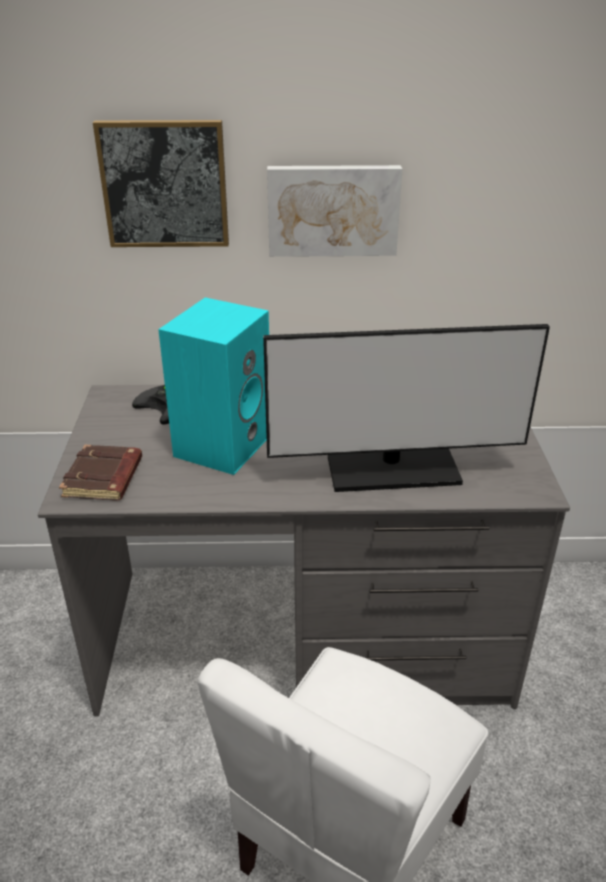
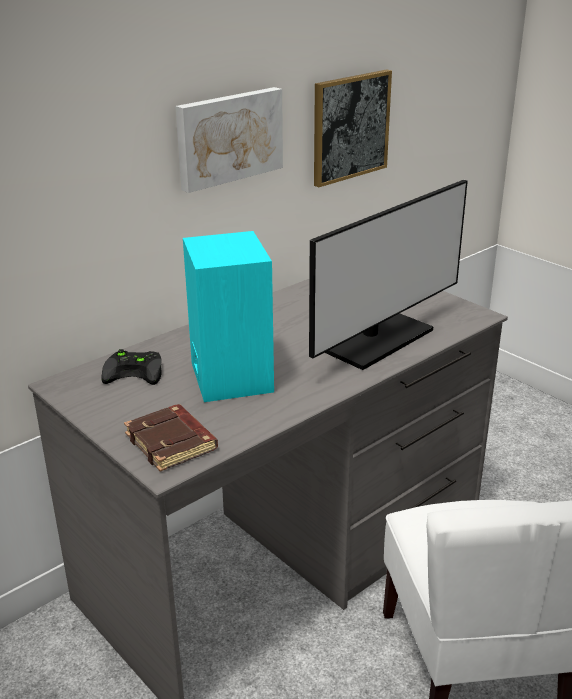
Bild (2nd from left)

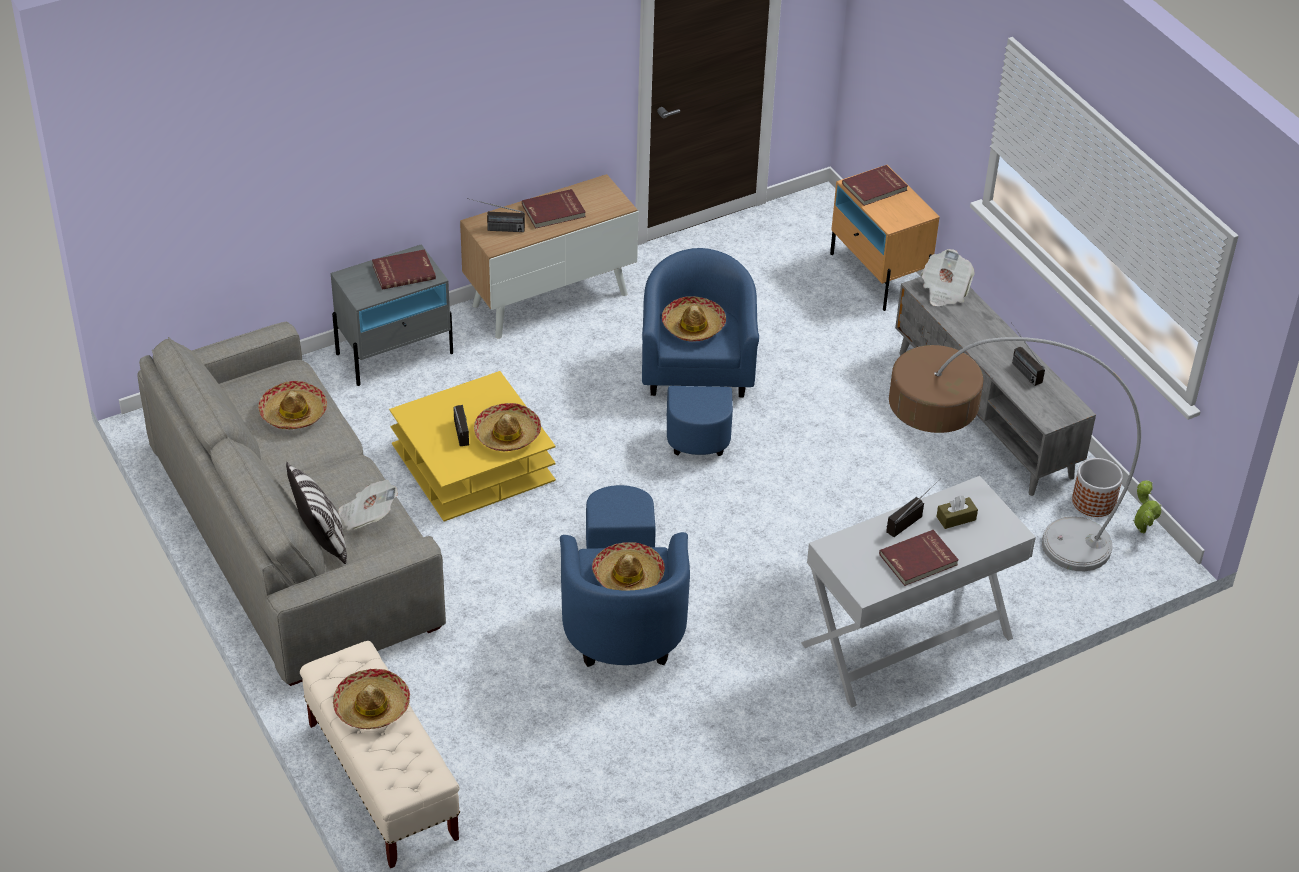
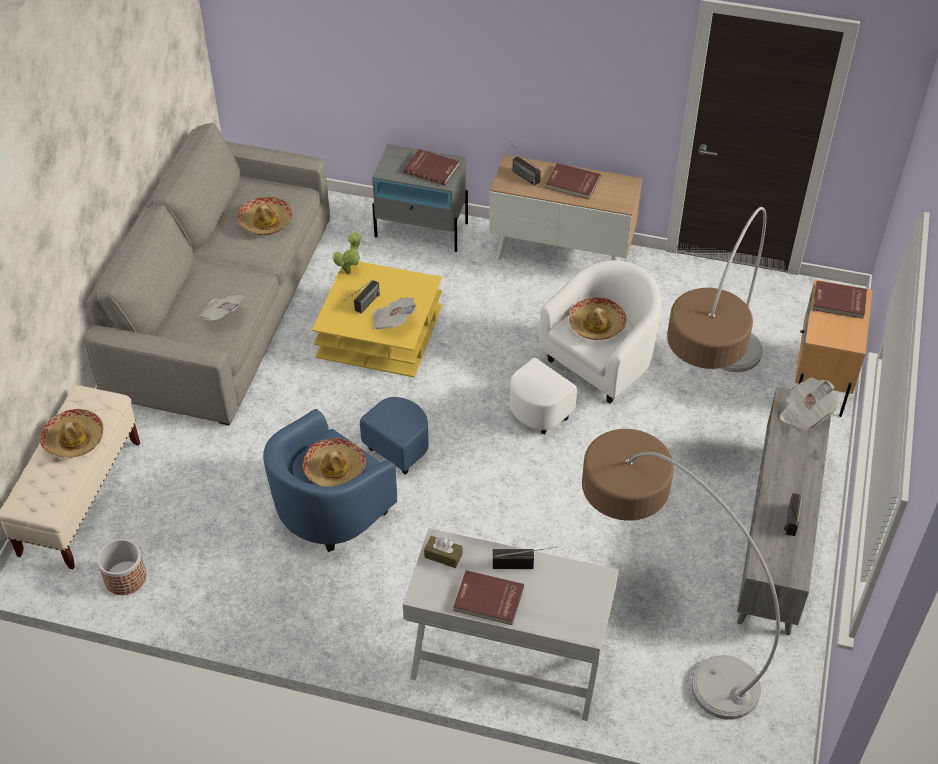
Sessel [weiß]
Zeitung (2nd from left)
Pflanzkübel
Kissen
Topfpflanze
Taschentuchbox [braun]
Stehlampe (2nd from left)

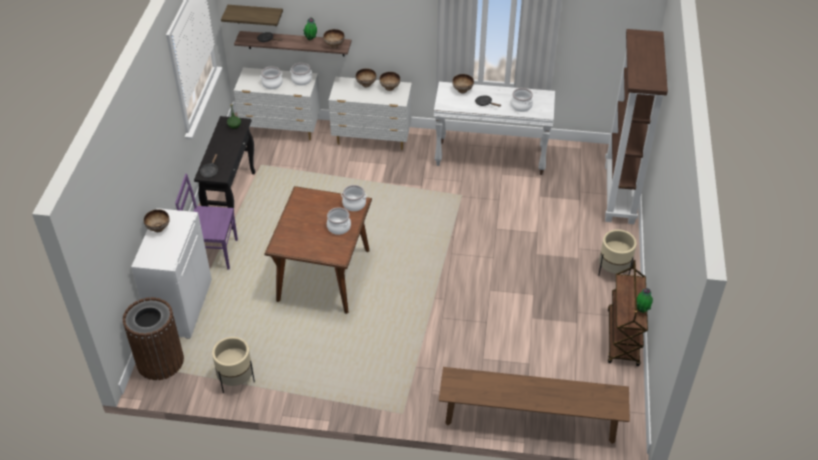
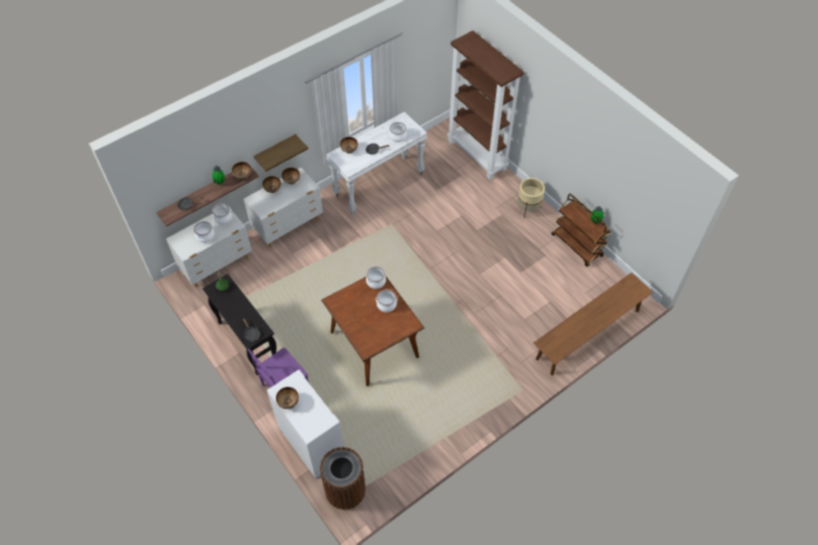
Wandregal (2nd from left)
Pflanzkübel [beige] (1st from left in the first image)

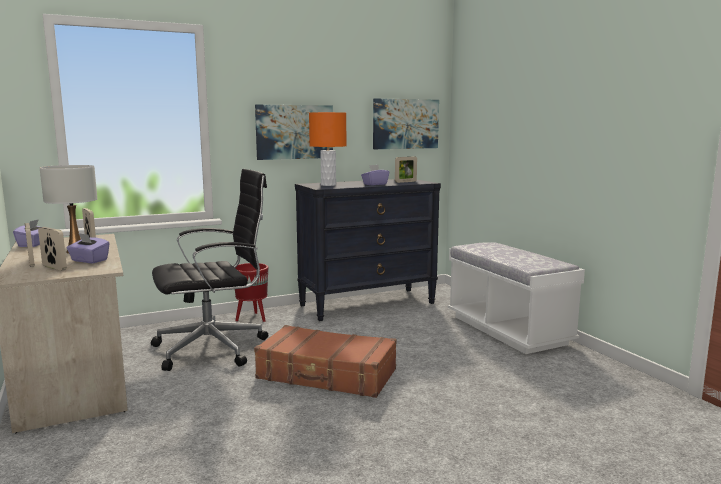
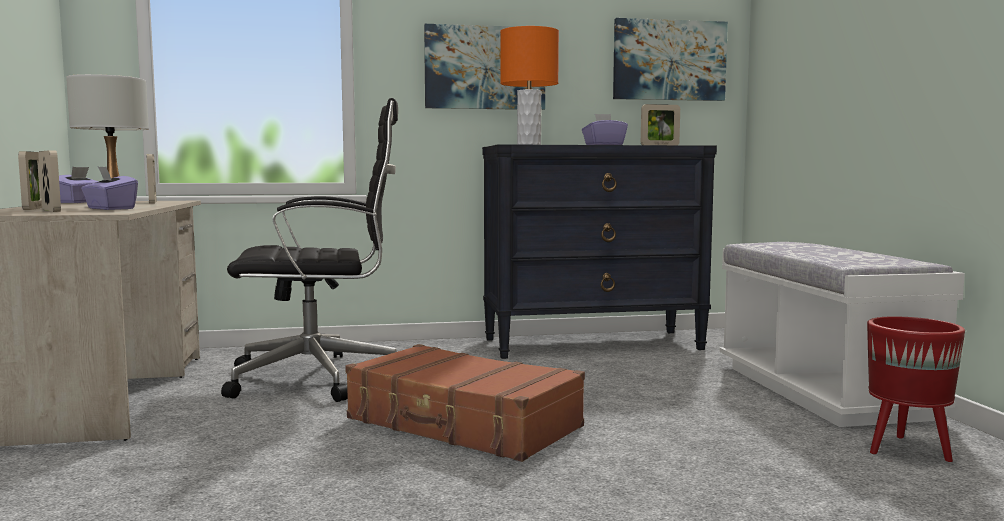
Pflanzkübel [rot]

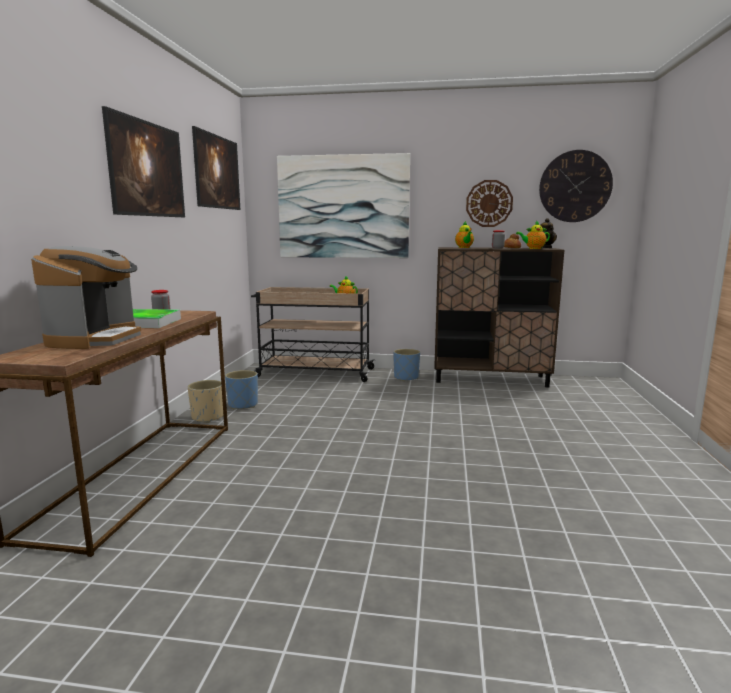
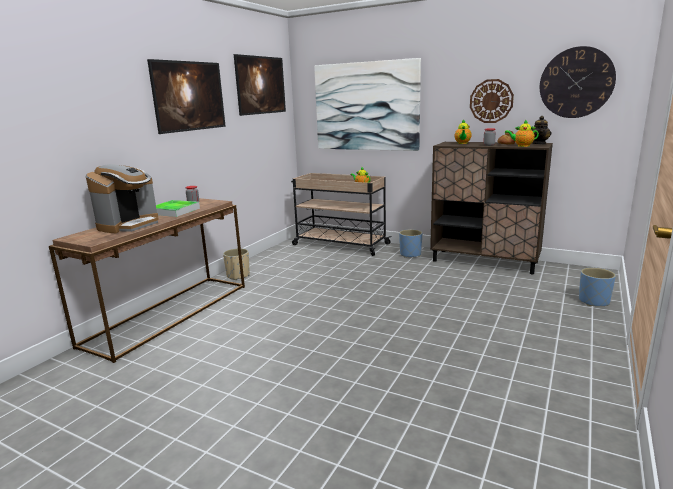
Pflanzkübel [blau] (2nd from left)

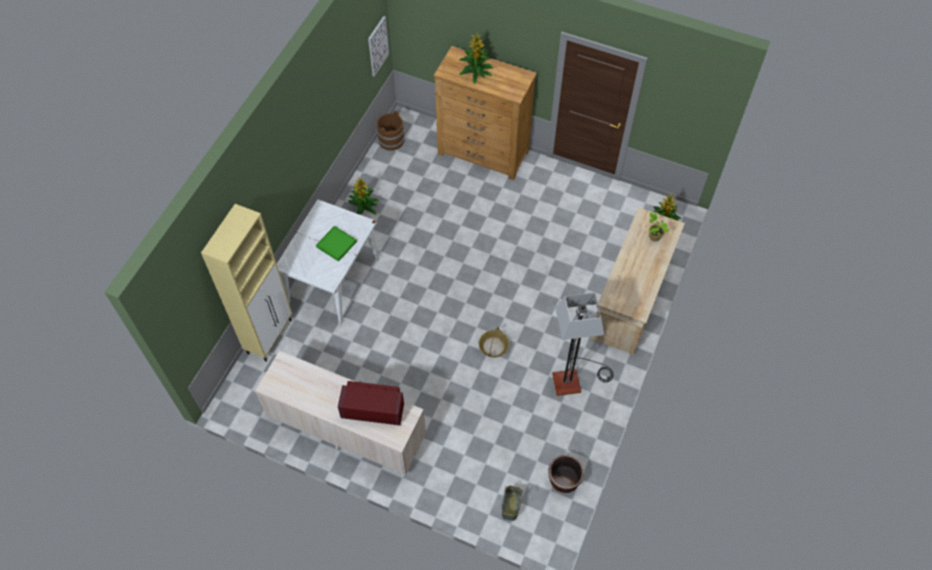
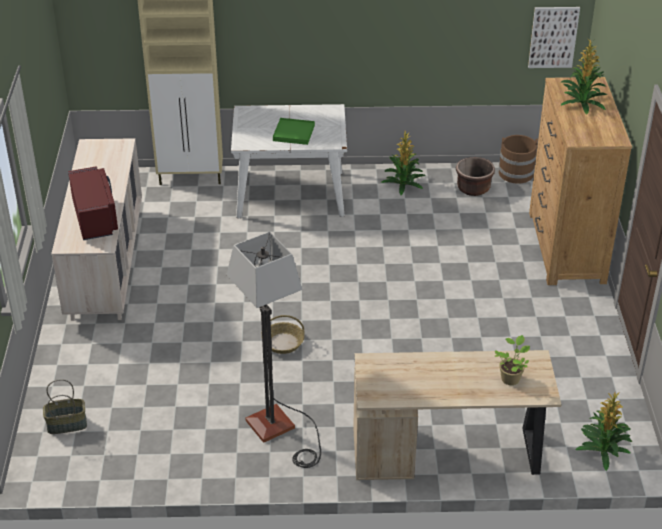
Pflanzkübel [braun]

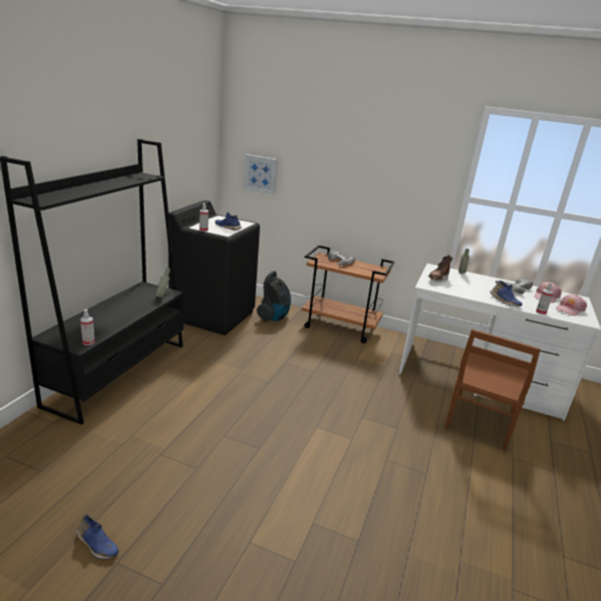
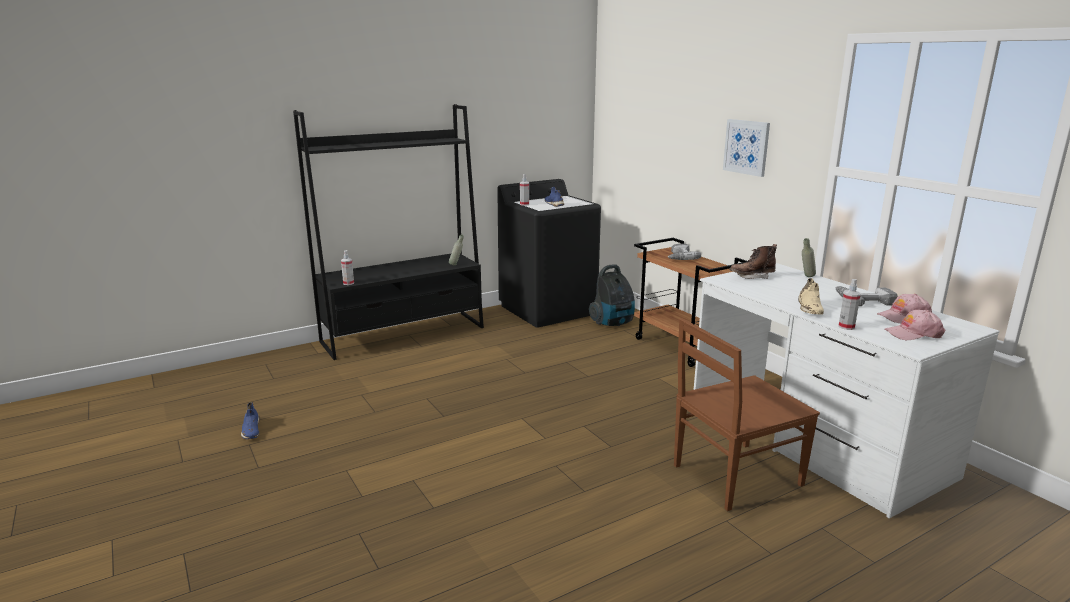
Bild
Schuh [beige]

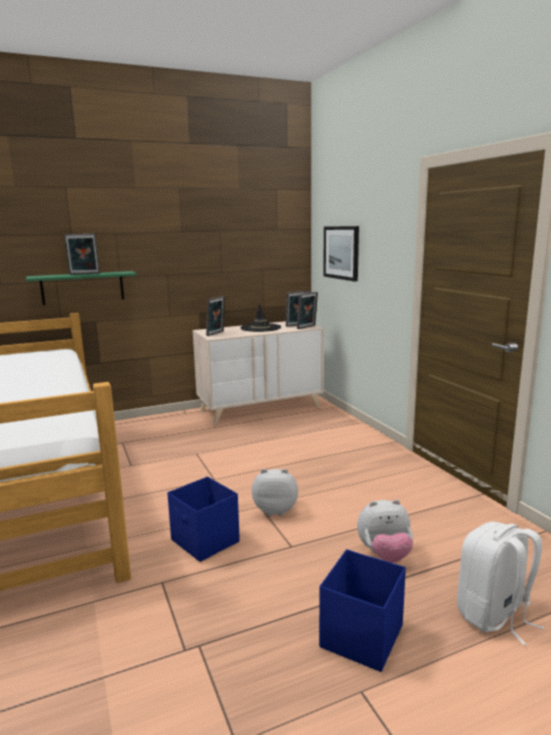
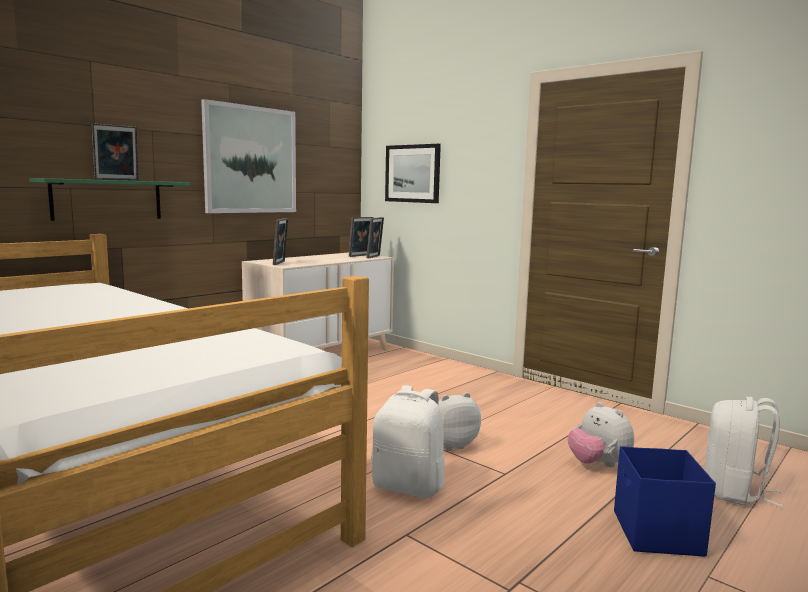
Hut [schwarz]
Rucksack [weiß] (1st from left)
Plüschtier (2nd from left)
Bild (1st from left)

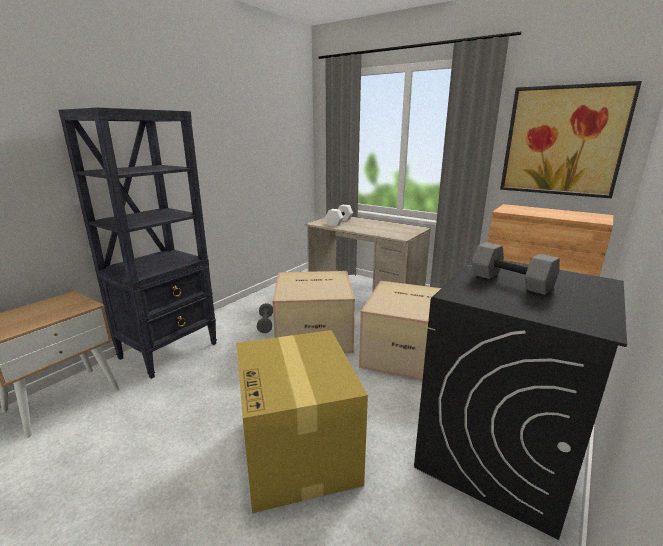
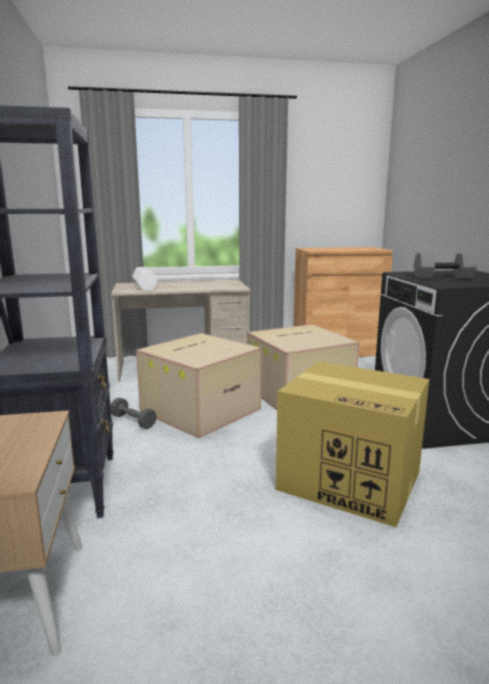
Bild

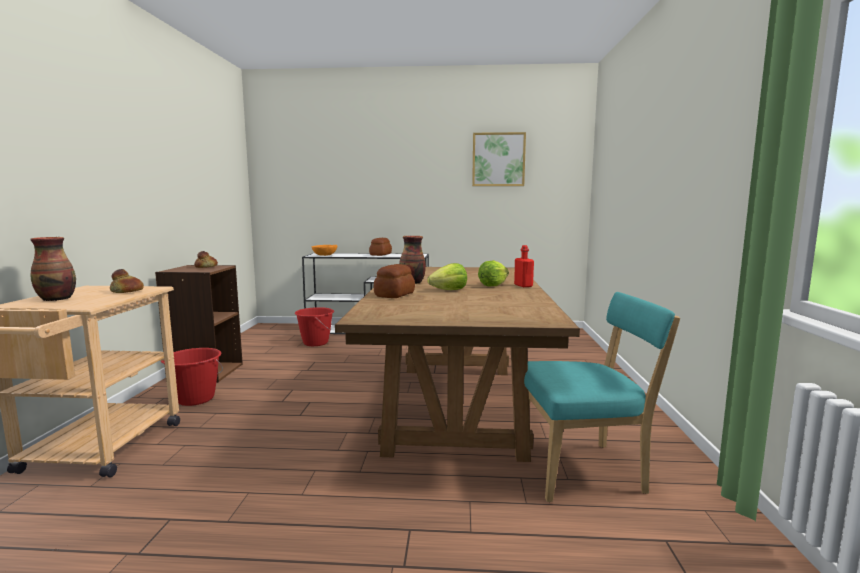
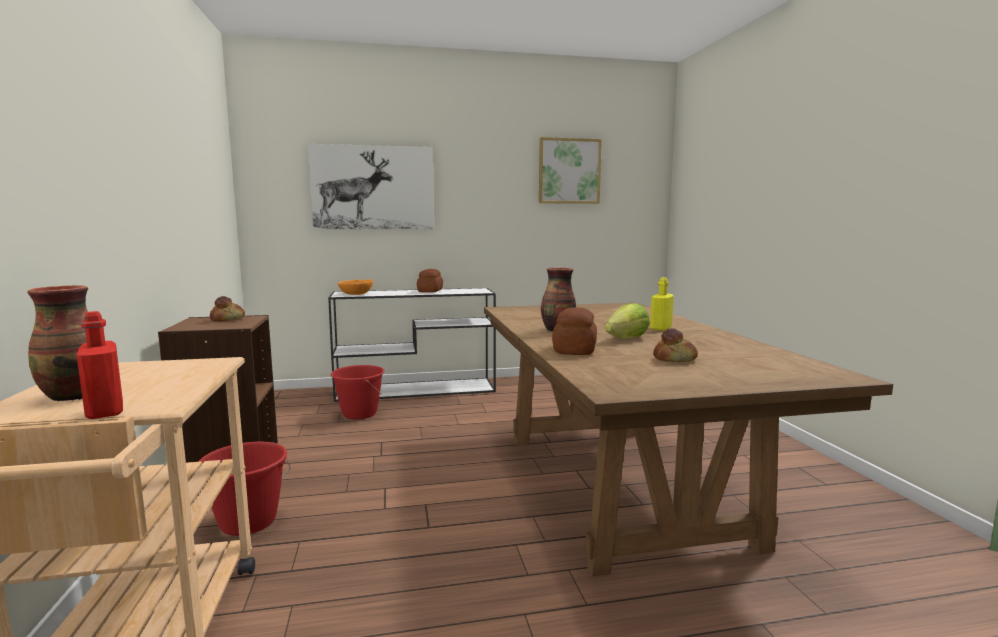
Flasche [rot]
Flasche [gelb]
Brot (4th from left)
Stuhl [türkis]
Bild (1st from left)

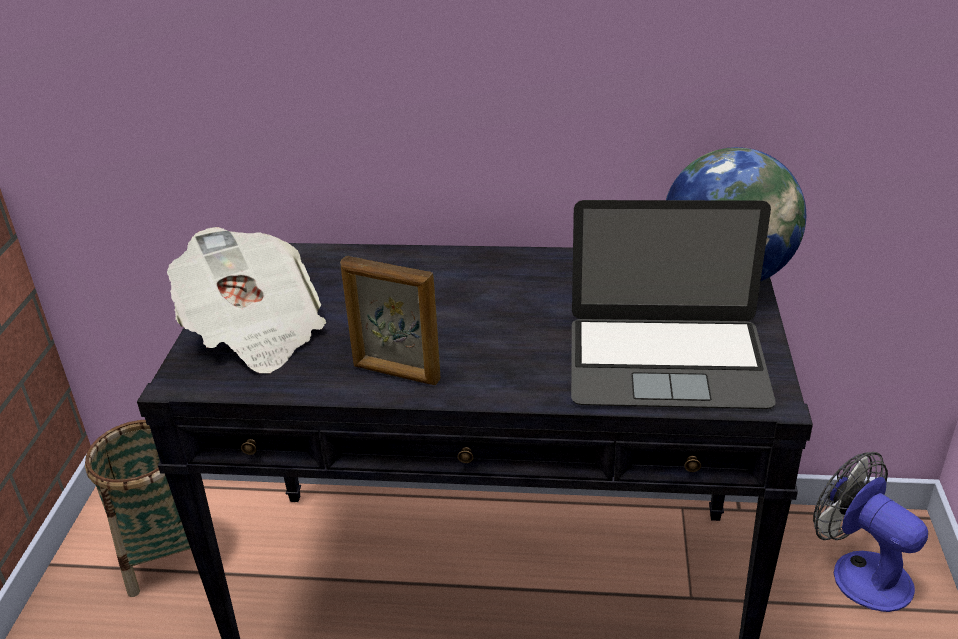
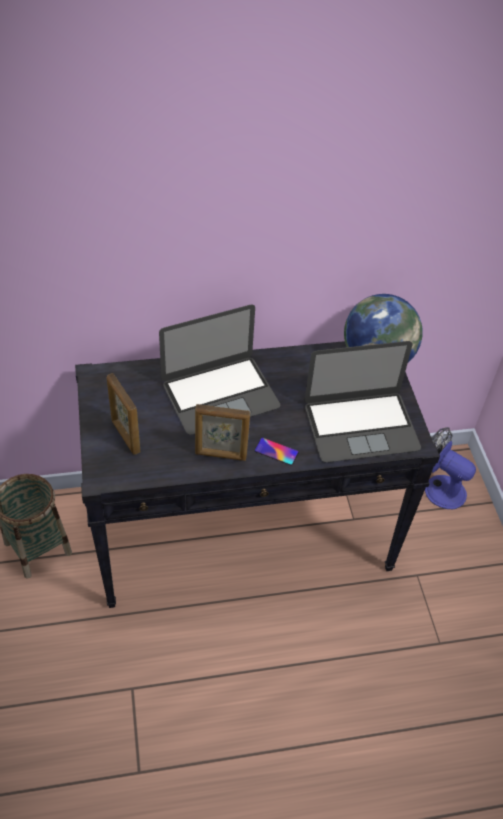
Bilderrahmen (1st from left)
Laptop (1st from left)
Handy

